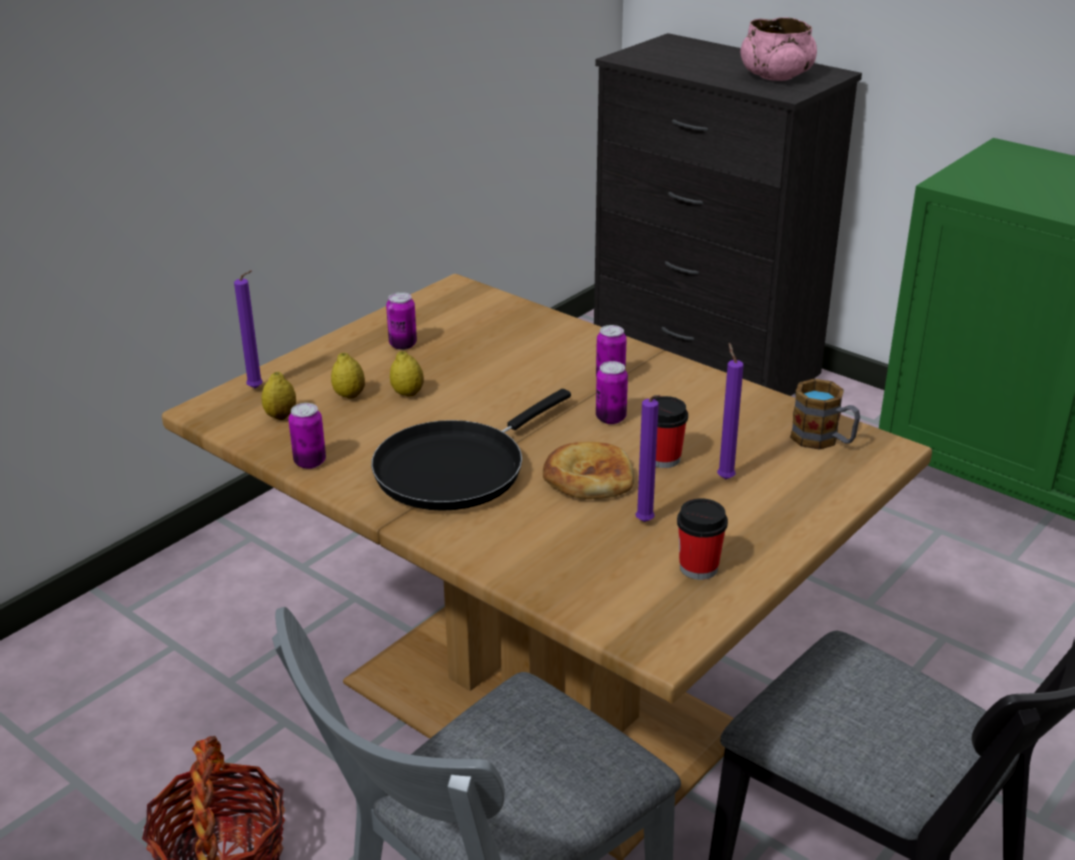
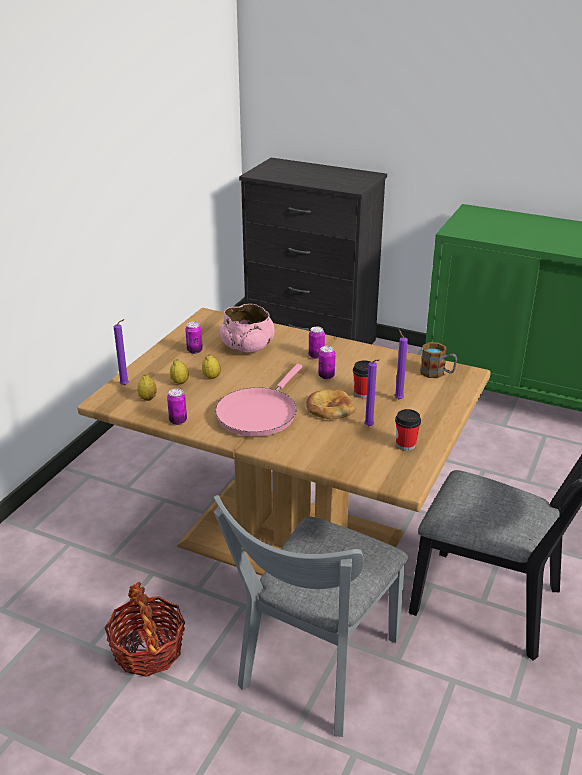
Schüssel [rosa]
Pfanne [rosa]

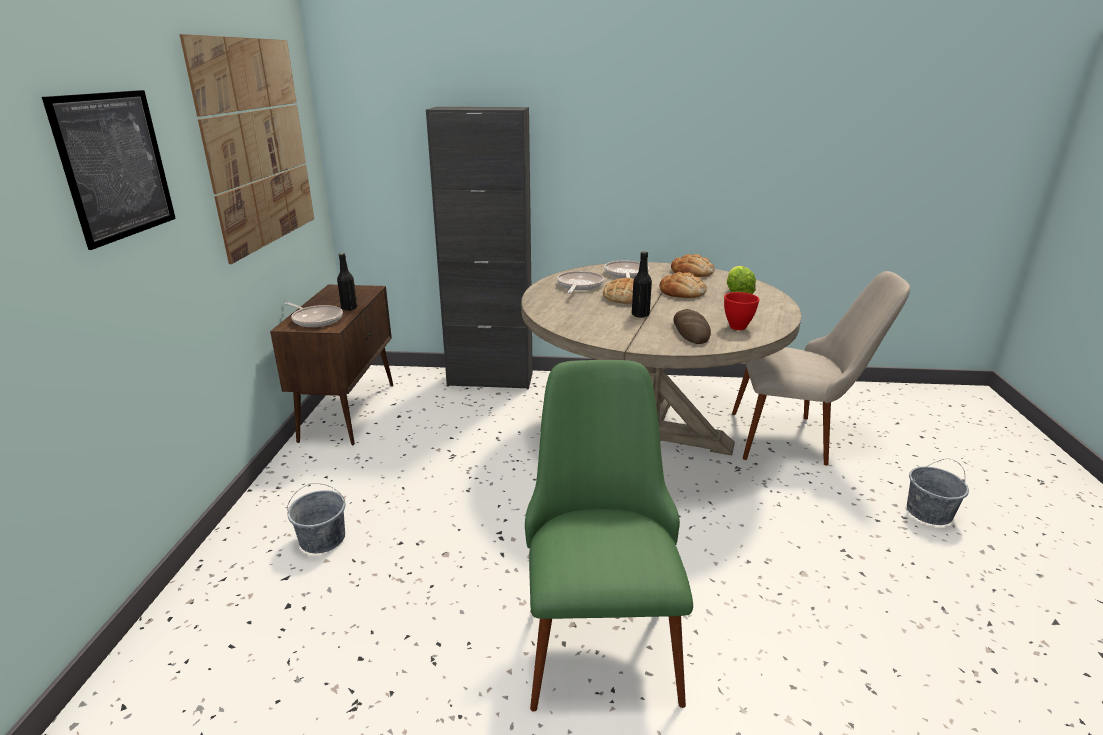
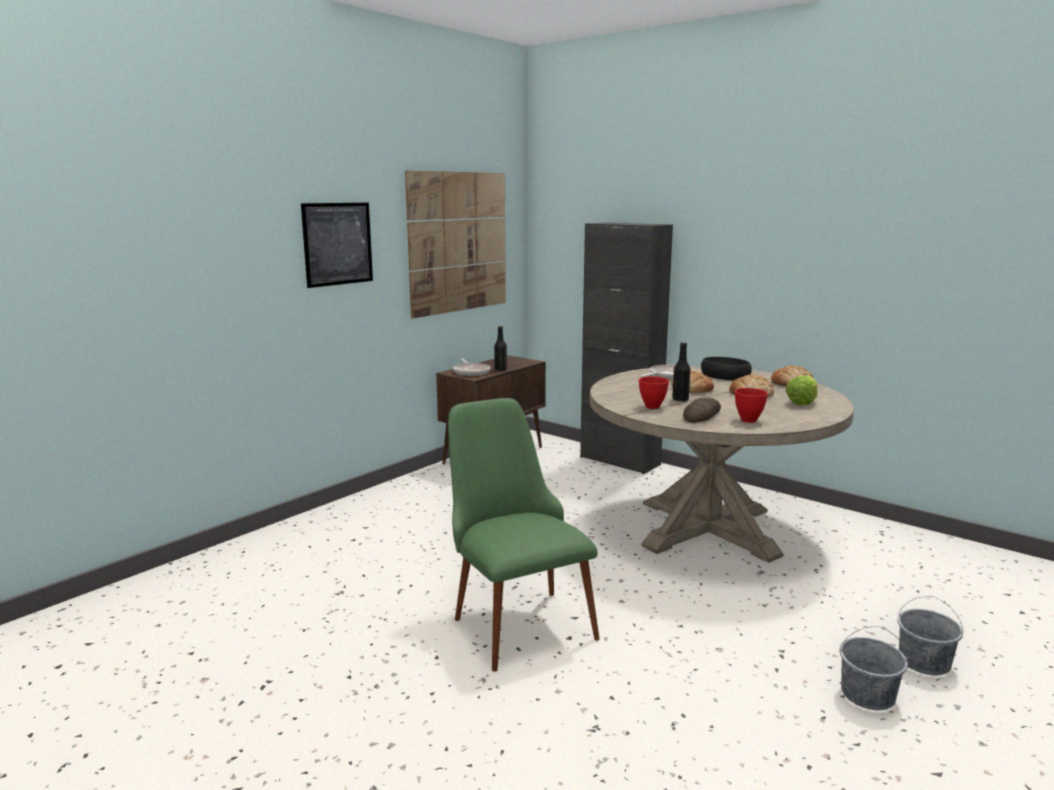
Schüssel [schwarz]
Stuhl [beige]
Stuhl [grün]
Eimer [grau] (1st from left)
Schüssel [rot] (1st from left)

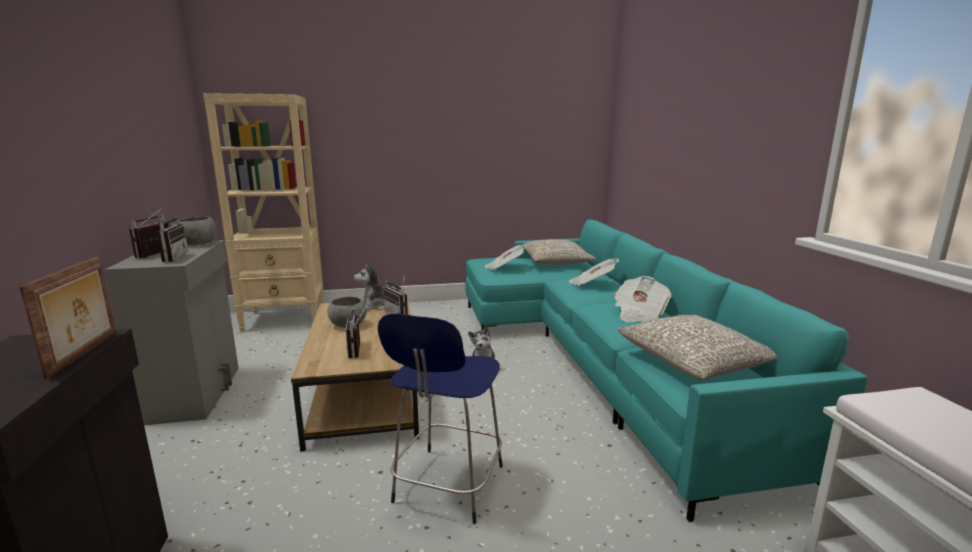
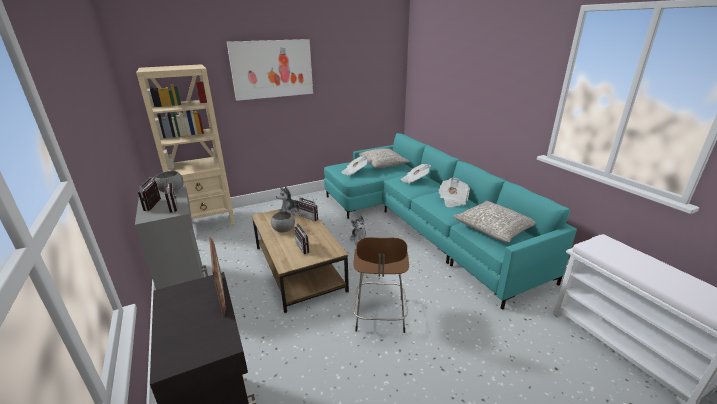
Hocker [braun]
Bild

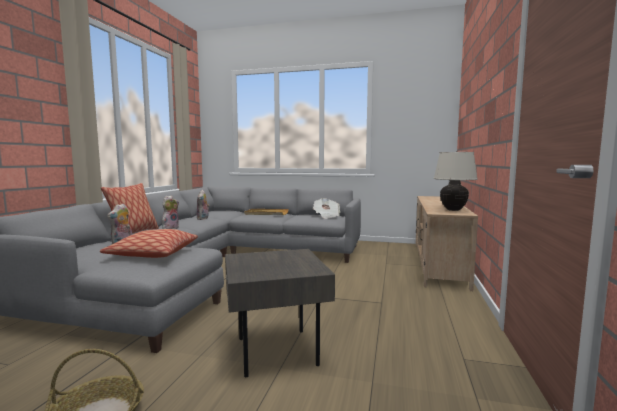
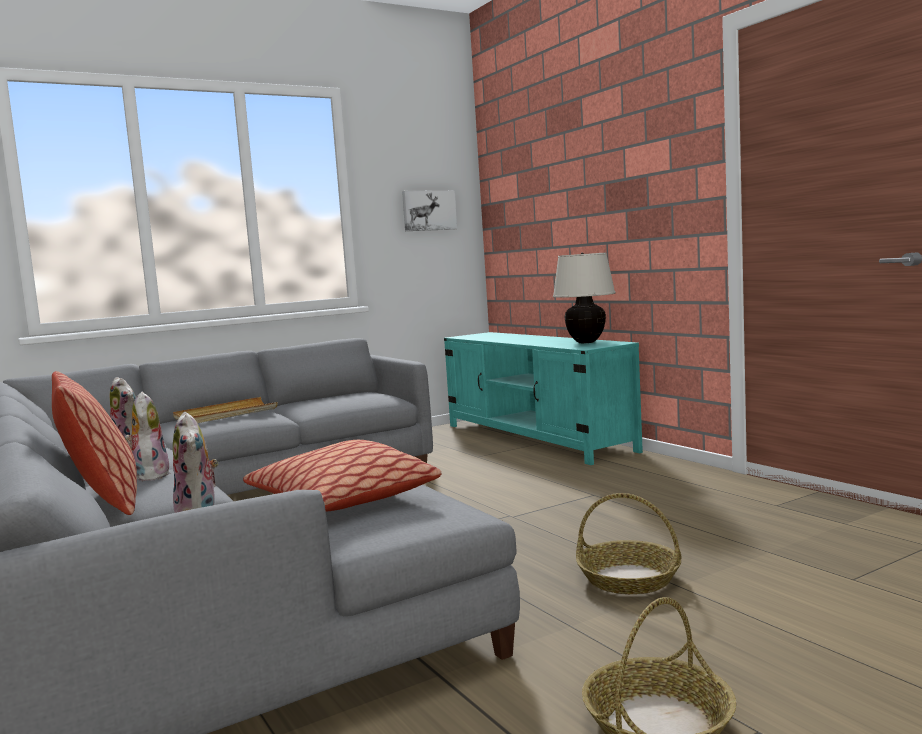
Fernsehschrank [türkis]
Zeitung
Korb (1st from left)
Bild

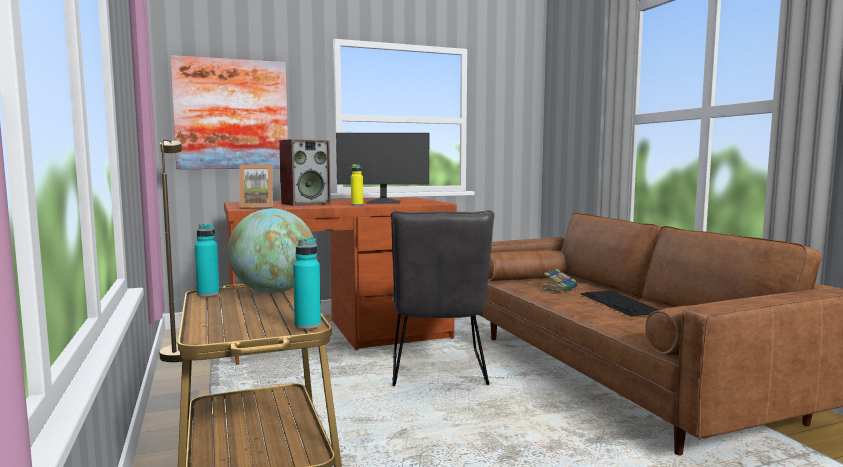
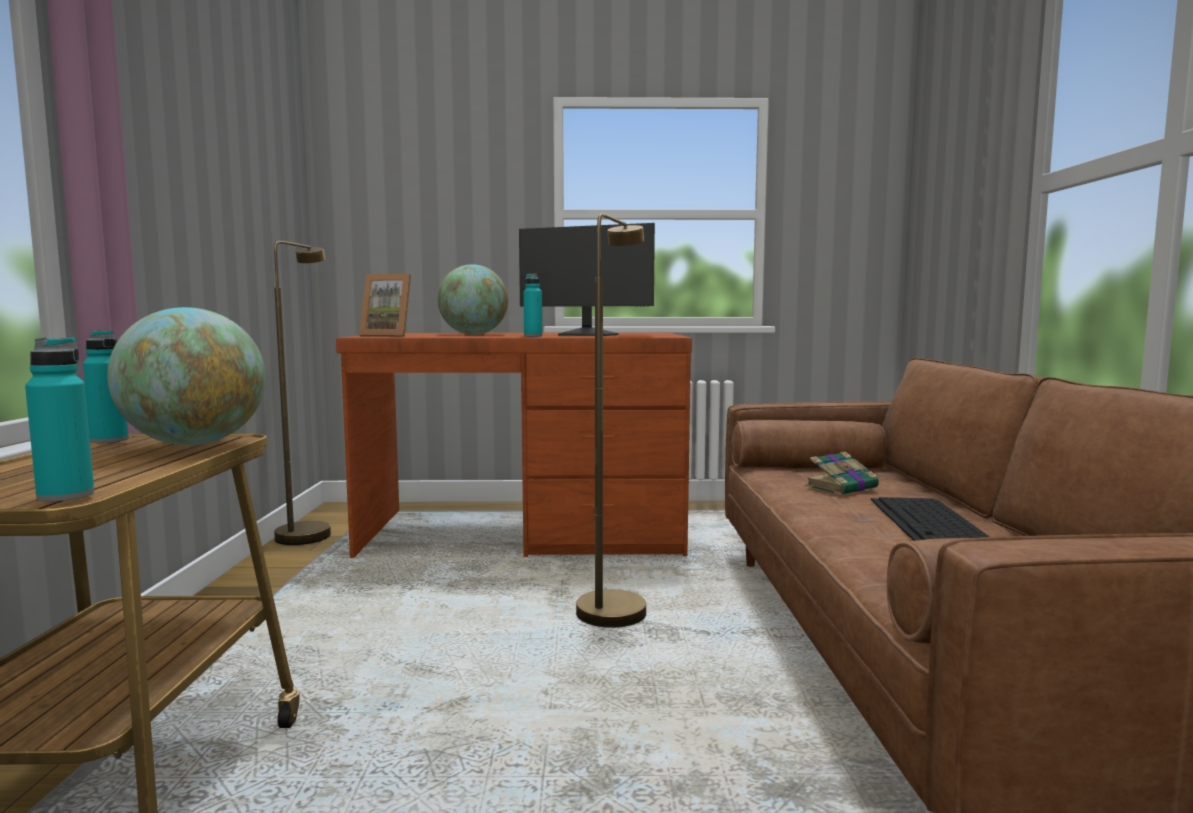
Bild
Globus (2nd from left)
Flasche [türkis] (3rd from left)
Stehlampe [braun] (2nd from left)

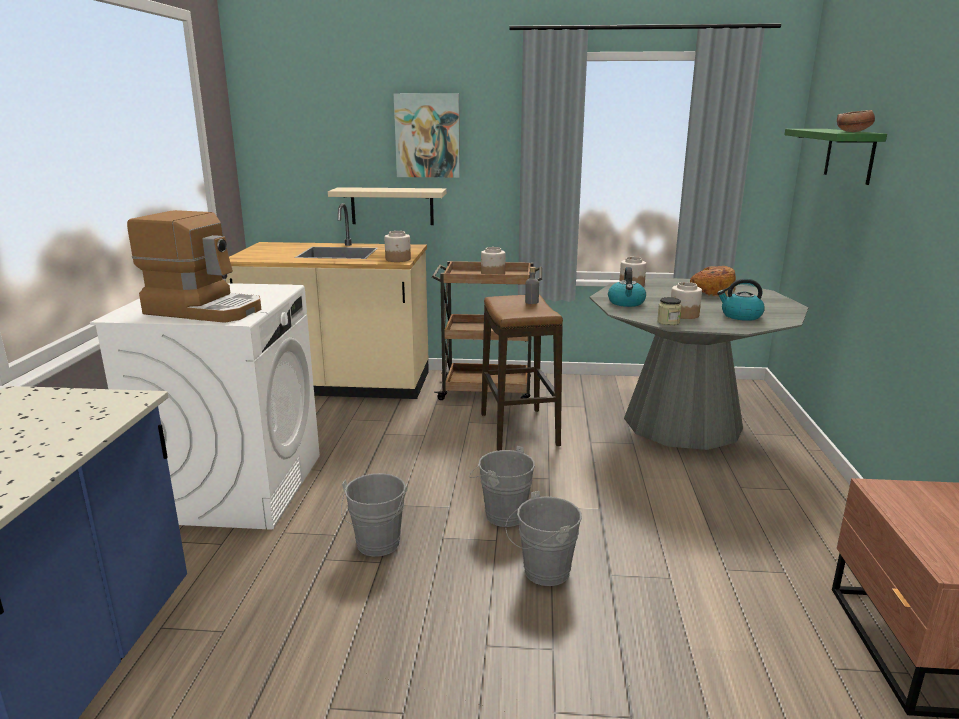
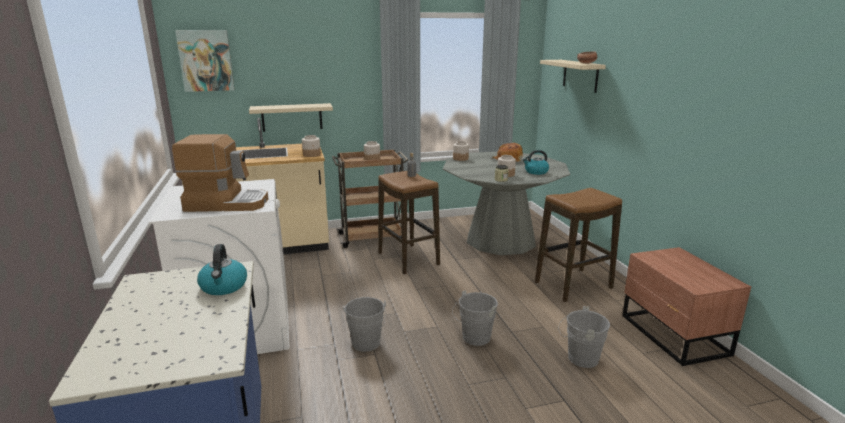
Bild
Wandregal [beige] (2nd from left)
Wasserkessel (1st from left)
Eimer [grau] (3rd from left)
Hocker (2nd from left)

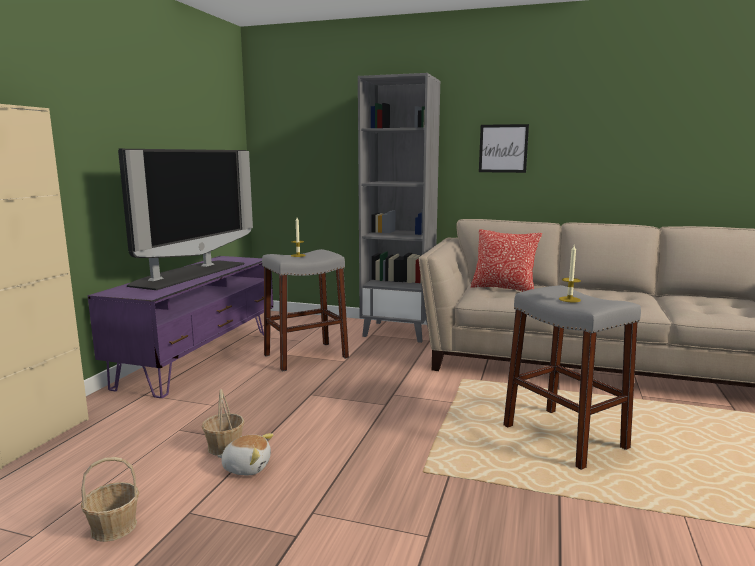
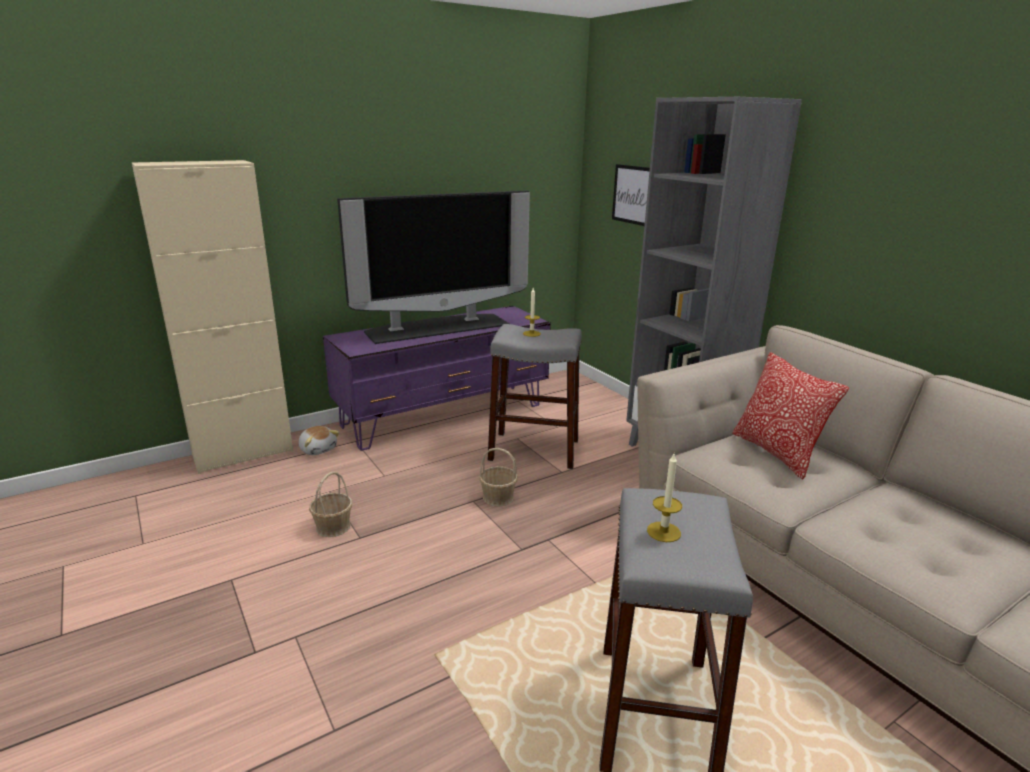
Bild
Plüschtier
Korb (2nd from left)

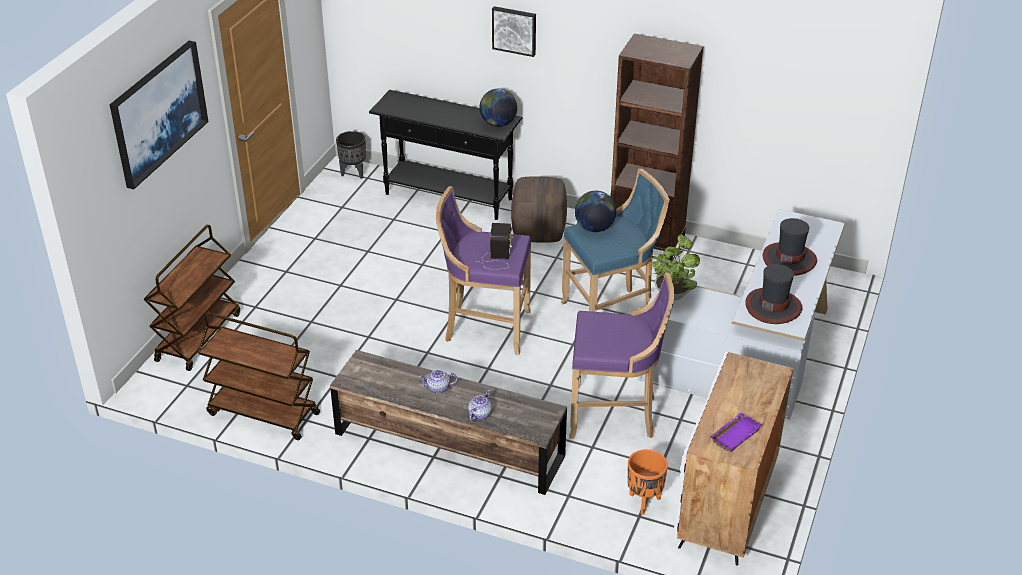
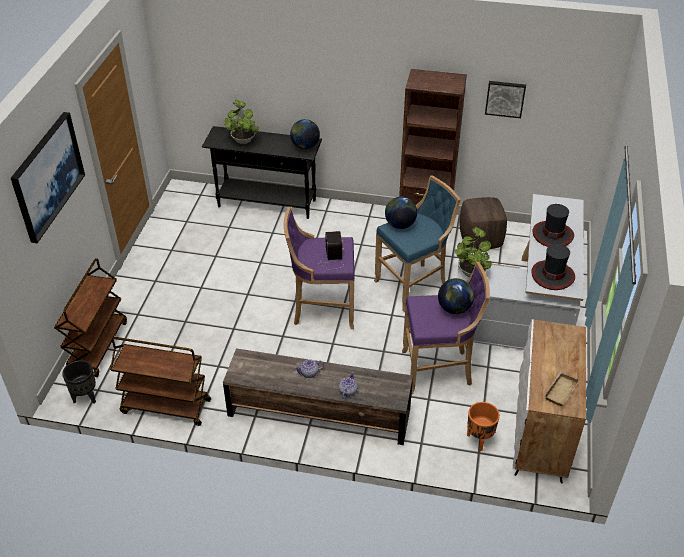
Bild (2nd from left)
Pflanzkübel [schwarz]
Polsterhocker [braun]
Tablett [beige]
Topfpflanze (1st from left)
Globus (3rd from left)

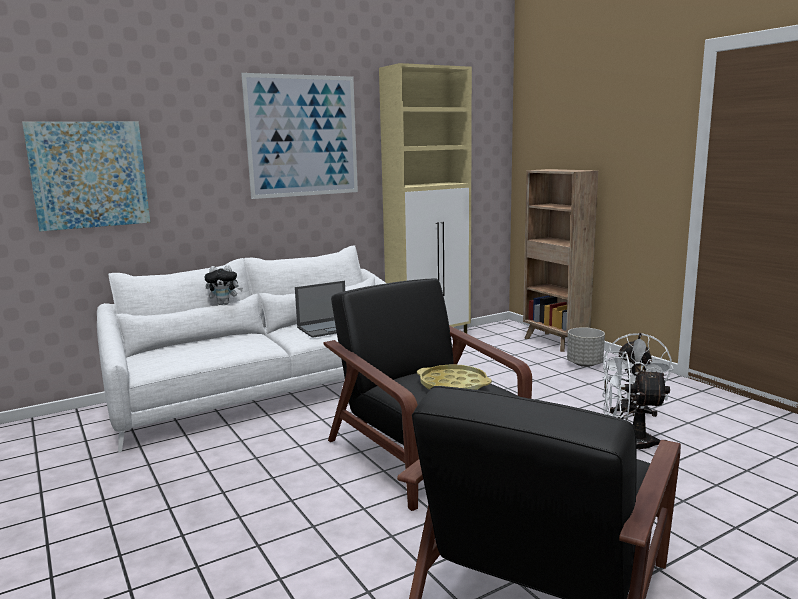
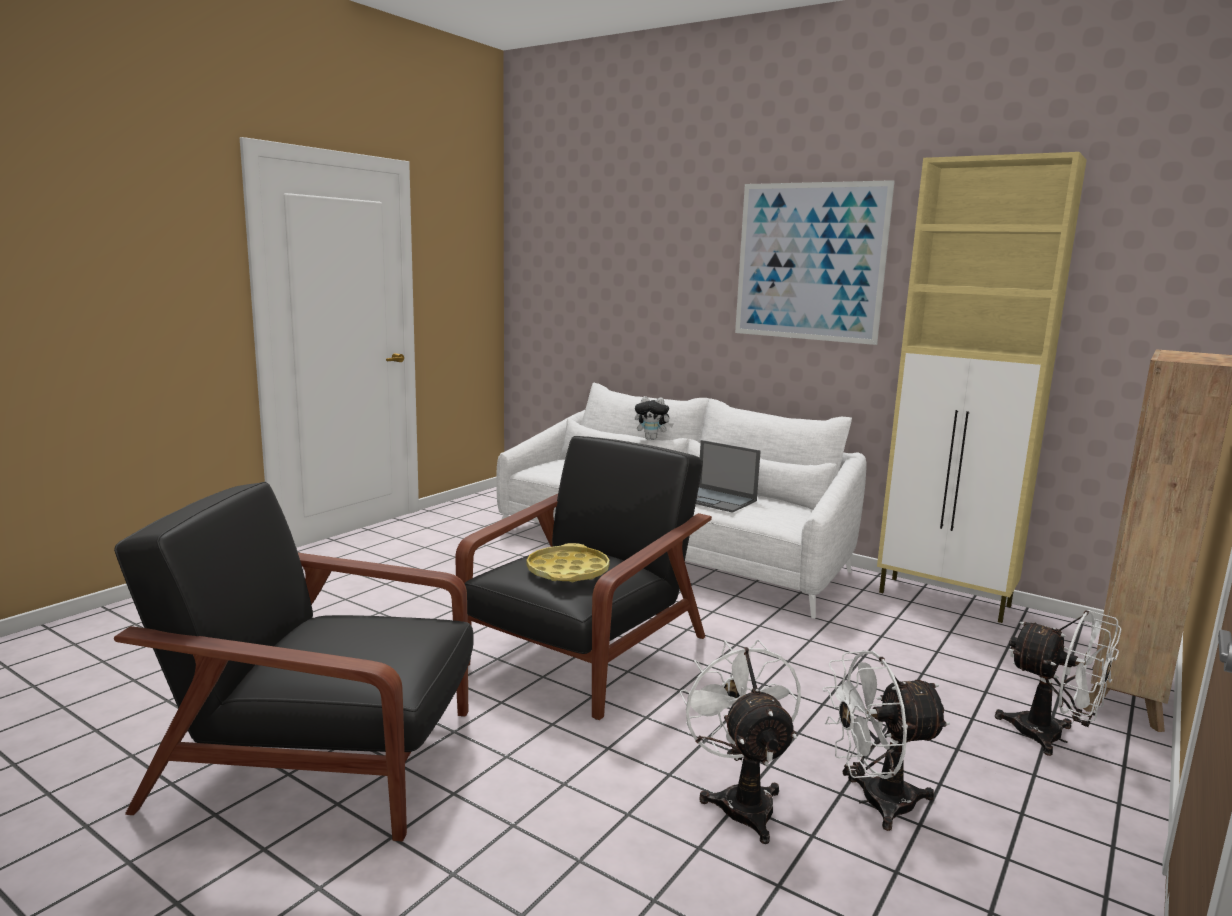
Bild (1st from left in the first image)
Plüschtier
Ventilator [weiß] (3rd from left)

